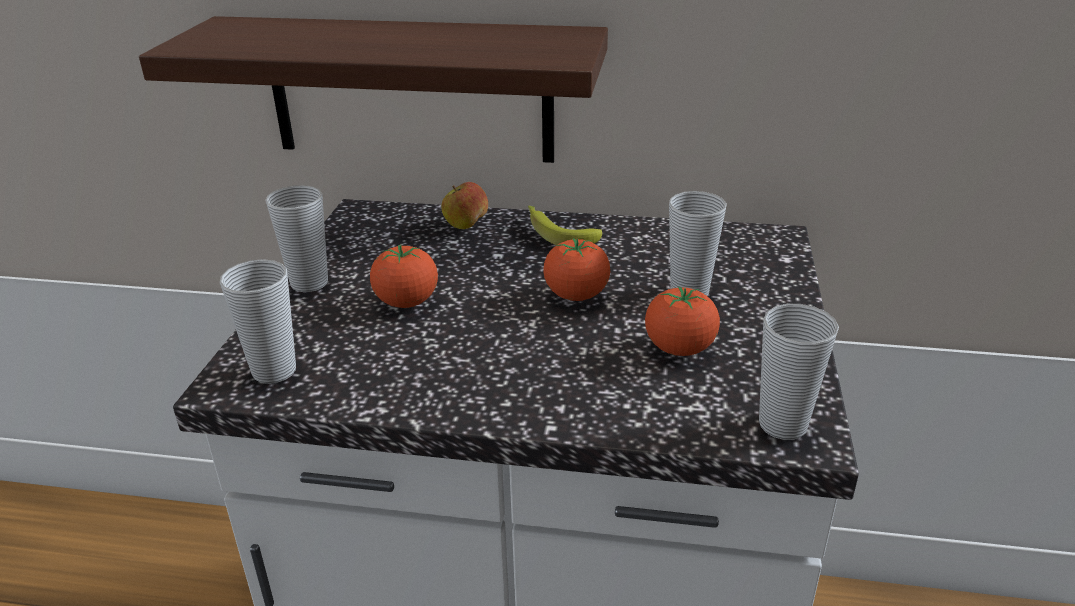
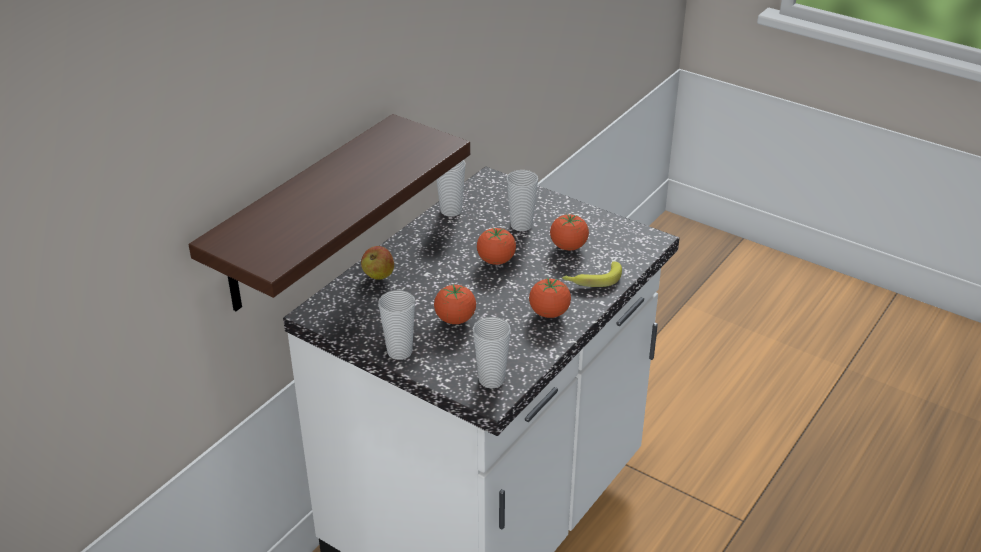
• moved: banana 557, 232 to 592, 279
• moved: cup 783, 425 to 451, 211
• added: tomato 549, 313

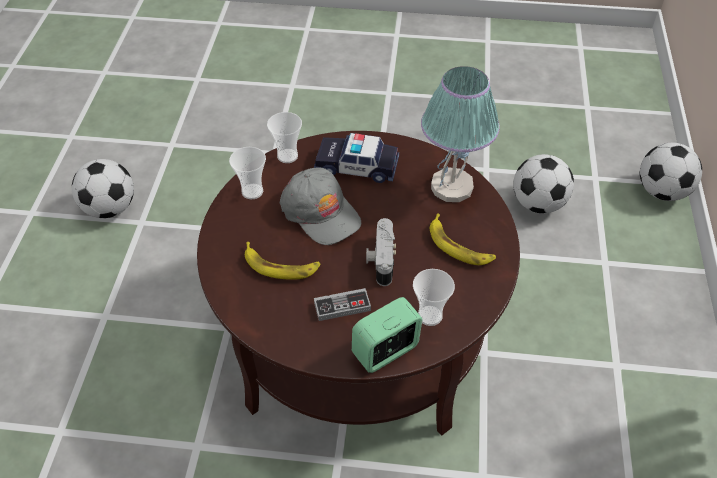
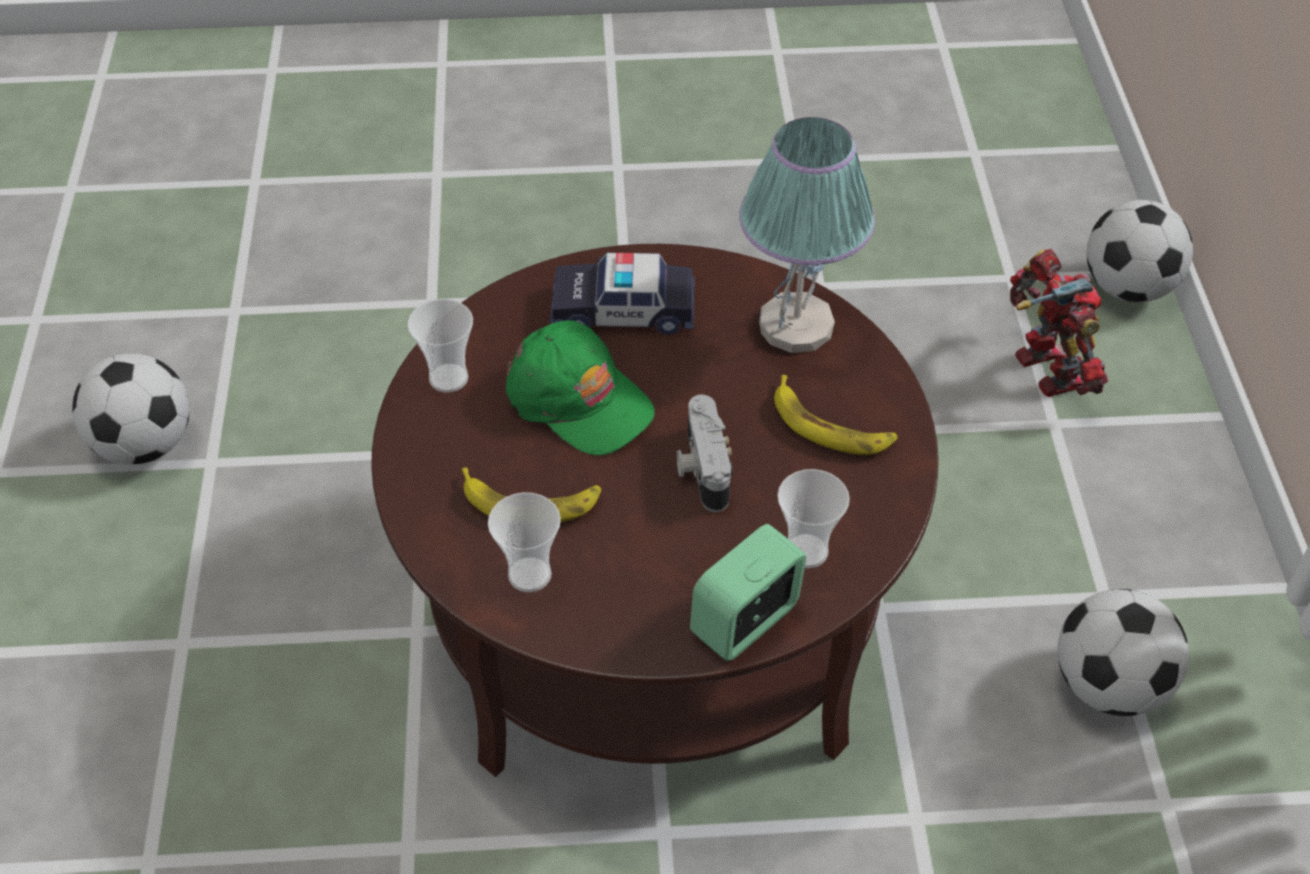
• moved: cup 287, 156 to 529, 574
• moved: football 538, 204 to 1108, 685
• recoloured: cap (grey) 320, 212 to cap (green) 579, 399
• removed: game controller 342, 306
• added: toy robot 1045, 373

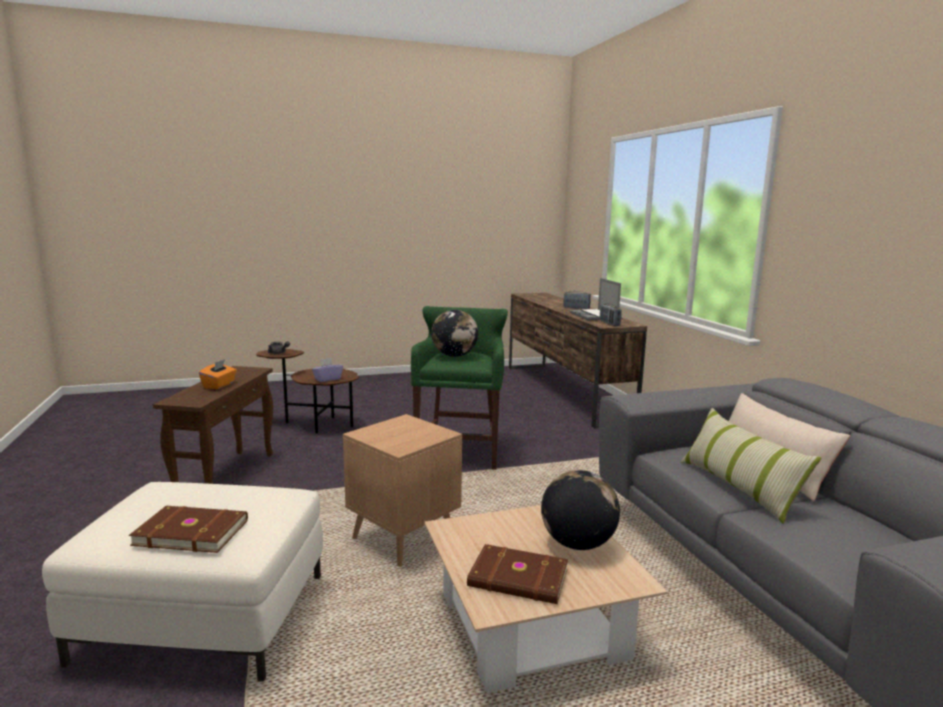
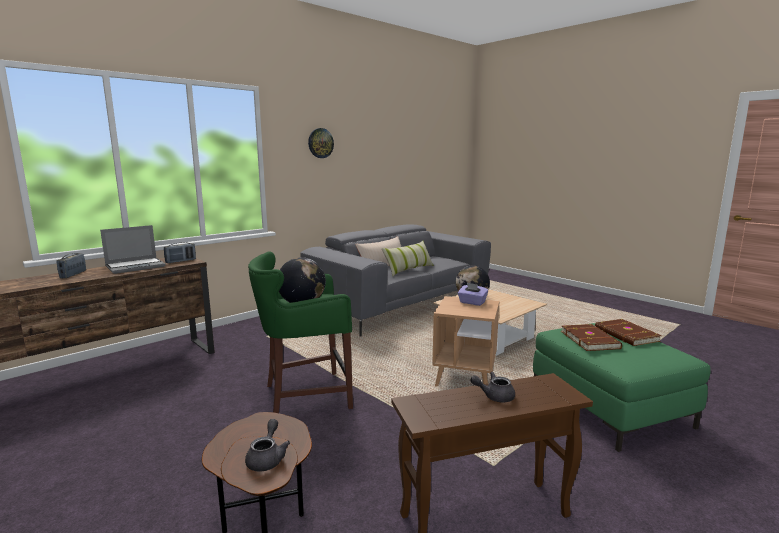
• moved: tissue box (purple) 327, 379 to 472, 302
• replaced: tissue box (orange) 219, 385 to teapot (grey) 494, 396
• recoloured: ottoman (white) 206, 617 to ottoman (green) 608, 407
• moved: book (brown) 518, 579 to 590, 339
• added: wall clock 320, 143

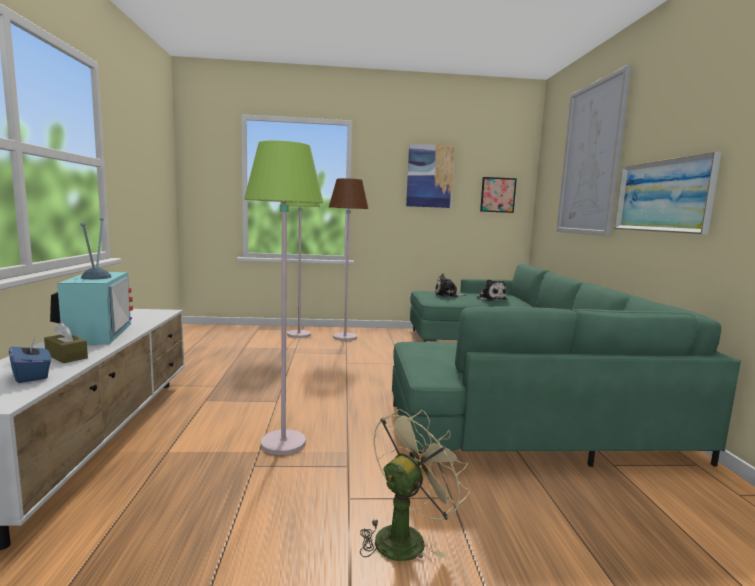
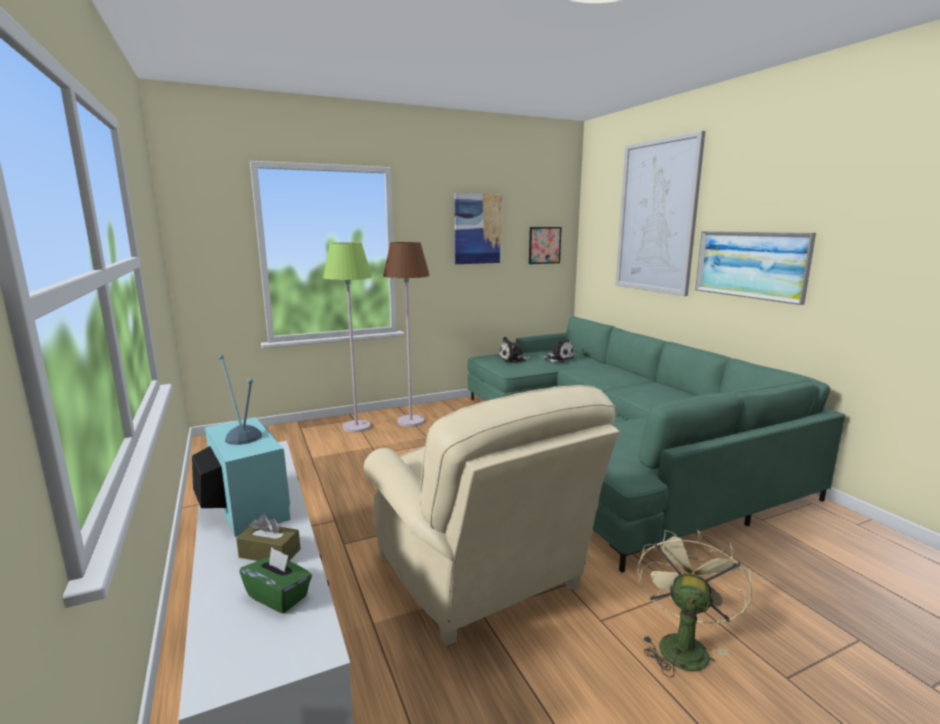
• replaced: floor lamp (green) 283, 443 to armchair (beige) 482, 576
• recoloured: tissue box (blue) 32, 375 to tissue box (green) 279, 596

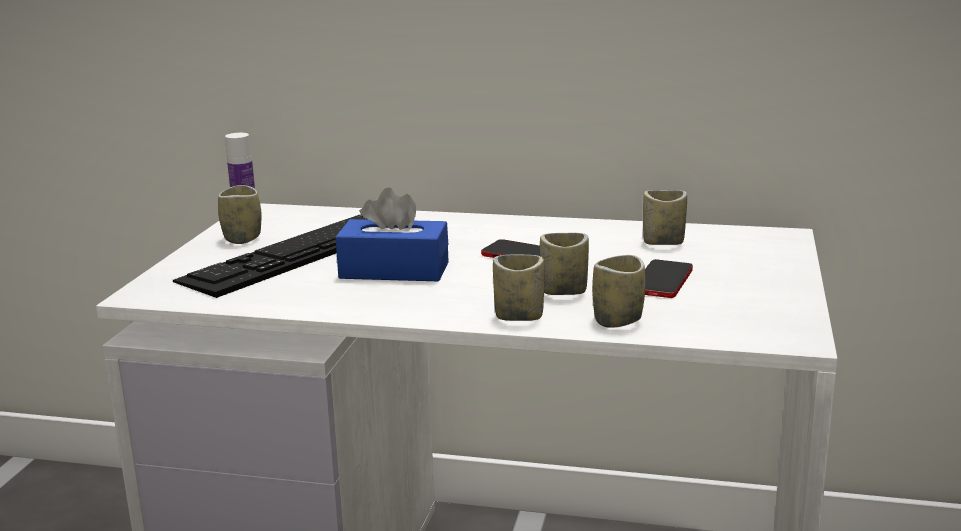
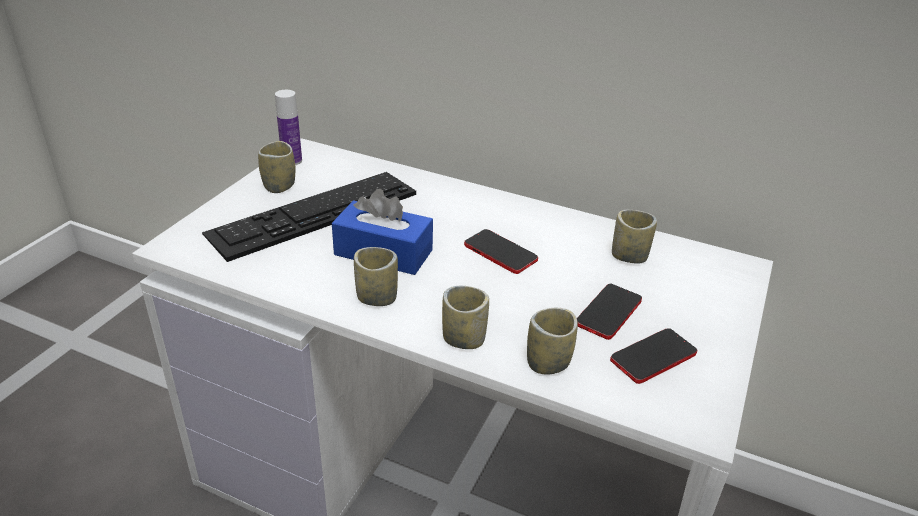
• moved: cup 564, 291 to 377, 297
• added: phone 653, 357

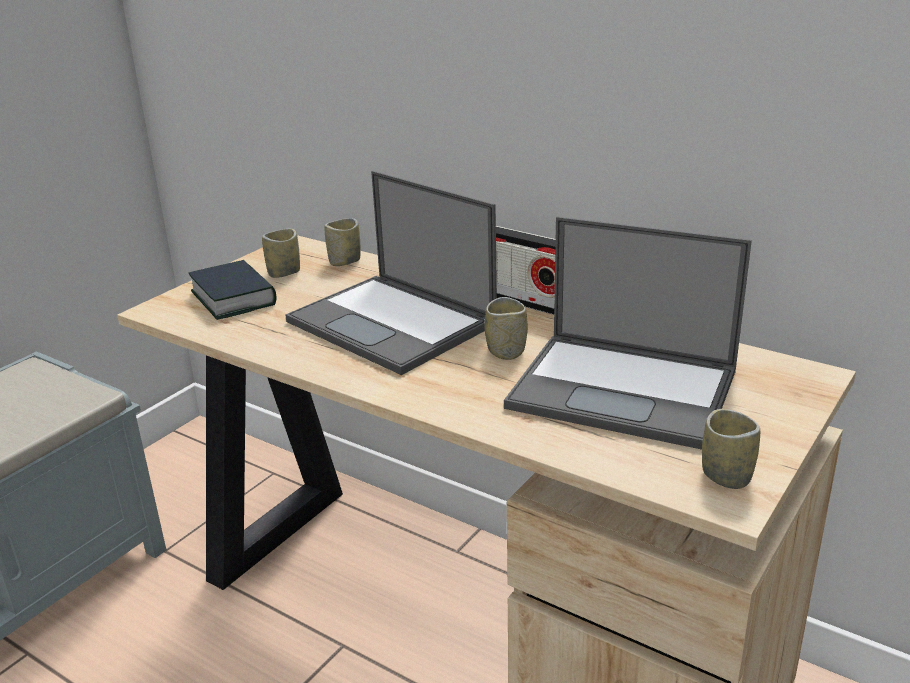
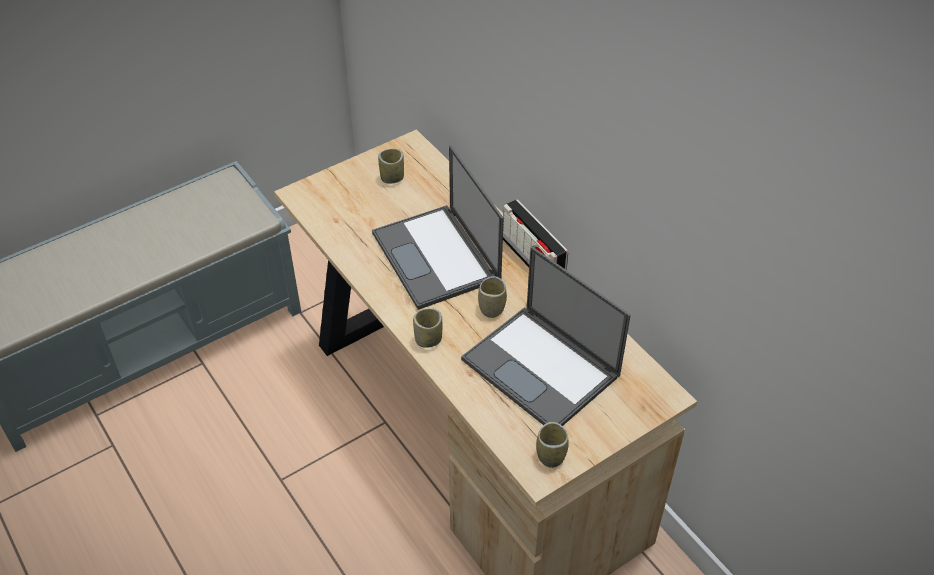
• moved: cup 344, 261 to 428, 339
• removed: book 233, 298

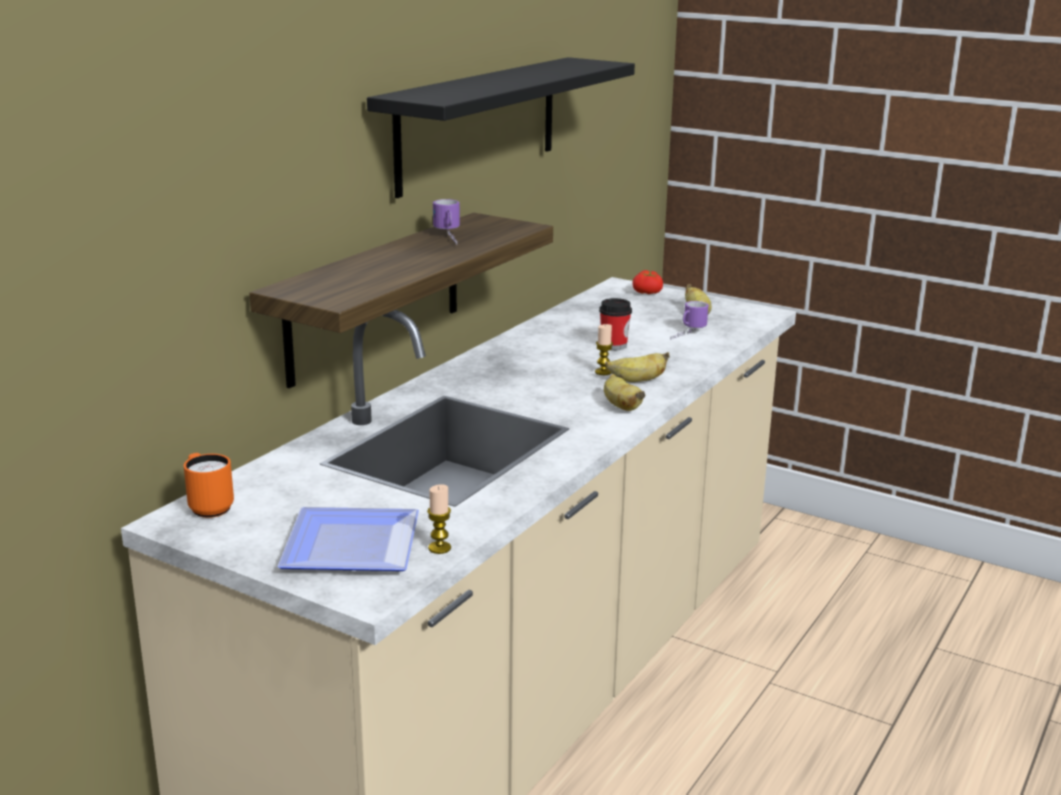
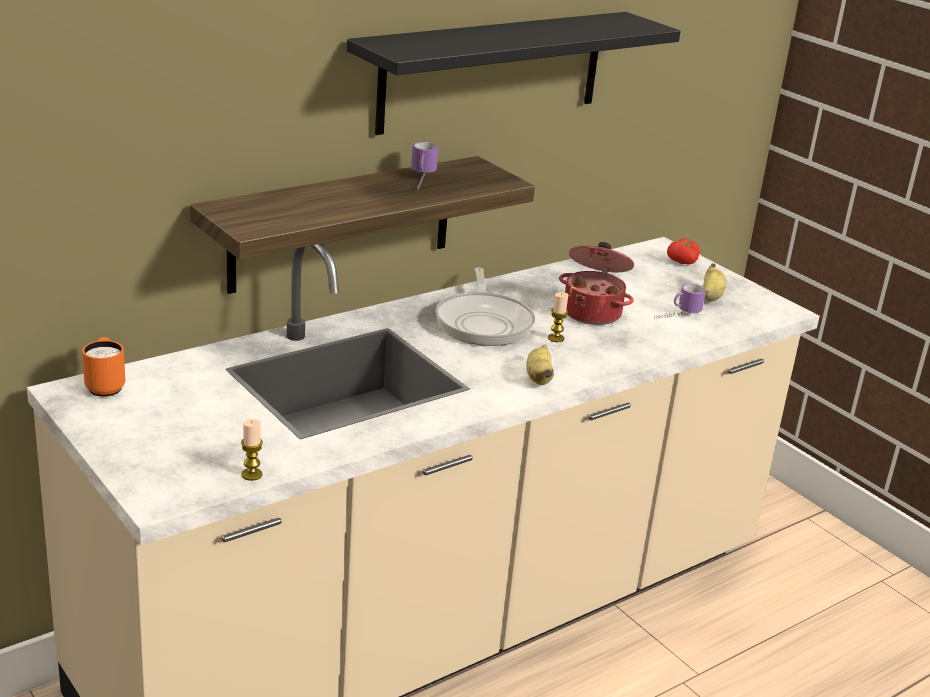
• replaced: cup 614, 346 to cooking pot 593, 313
• removed: banana 637, 381
• removed: plate 346, 548
• added: frying pan 484, 322

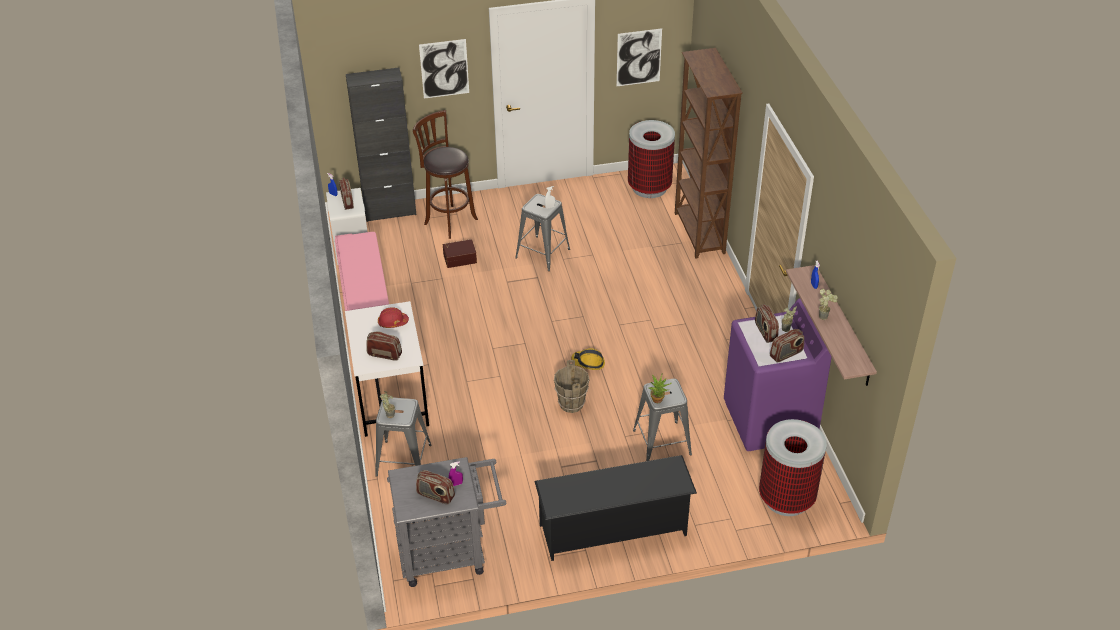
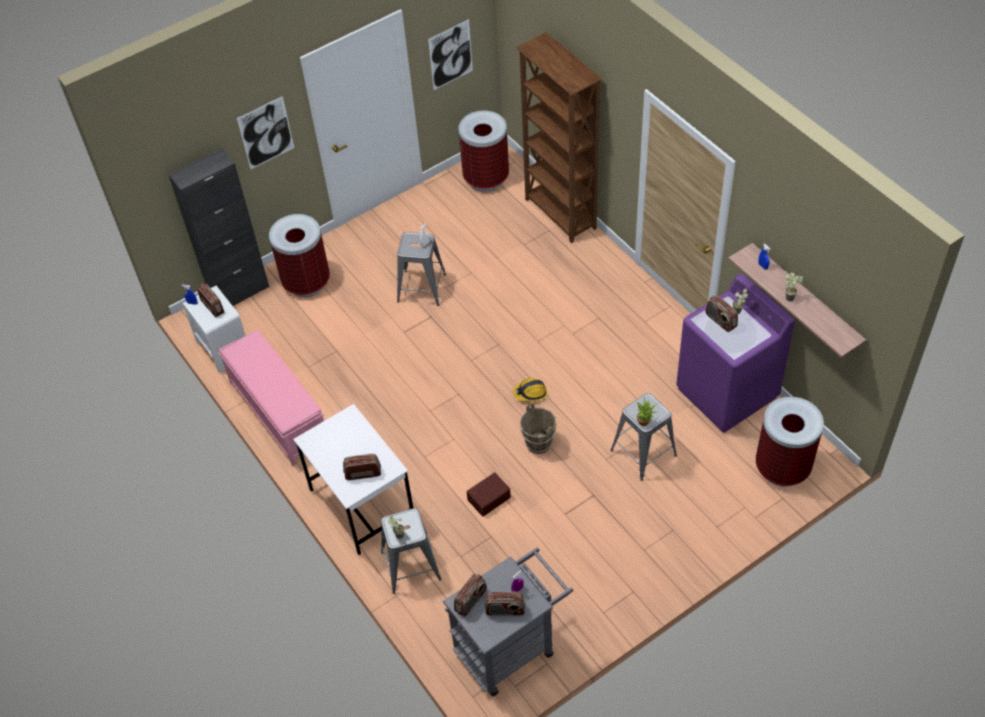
• replaced: stool (brown) 448, 220 to trash can 306, 282
• moved: storage box (brown) 459, 258 to 488, 498
• removed: hard hat (red) 393, 322
• moved: radio 786, 354 to 471, 601
• removed: shoe rack (black) 613, 530

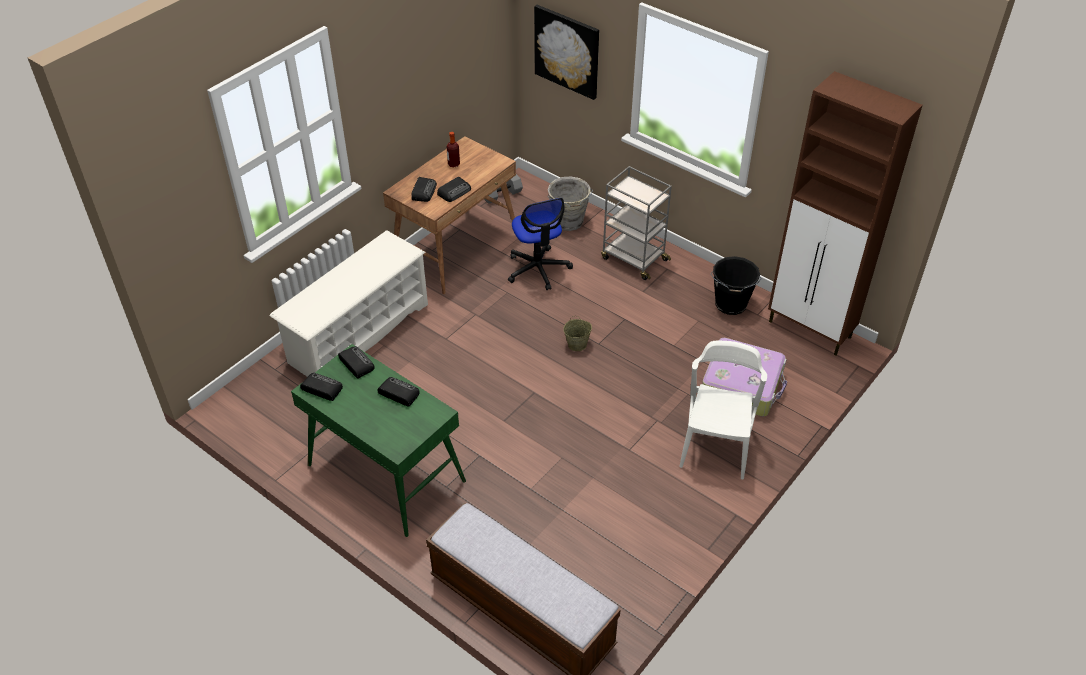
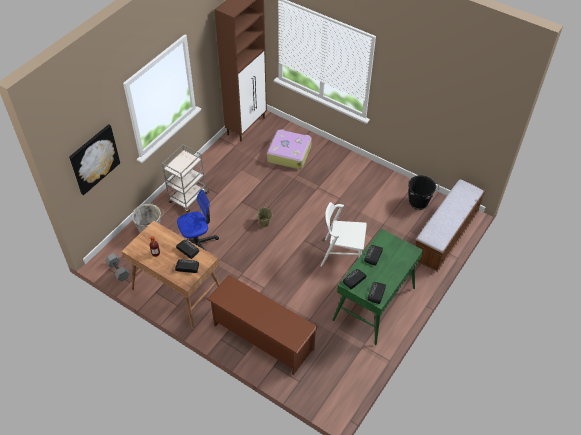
• recoloured: shoe rack (white) 358, 333 to shoe rack (brown) 262, 337
• moved: bucket (black) 730, 305 to 419, 203
• moved: chair (white) 716, 445 to 342, 255

